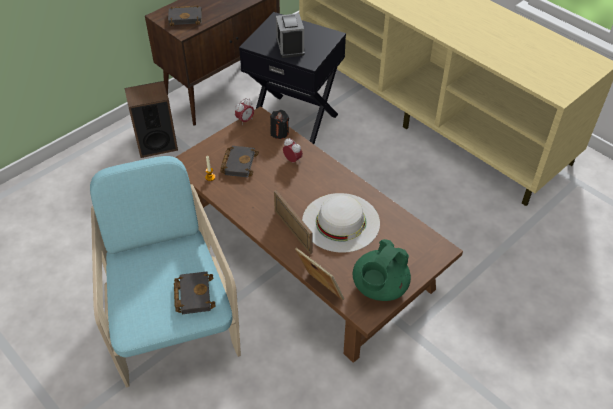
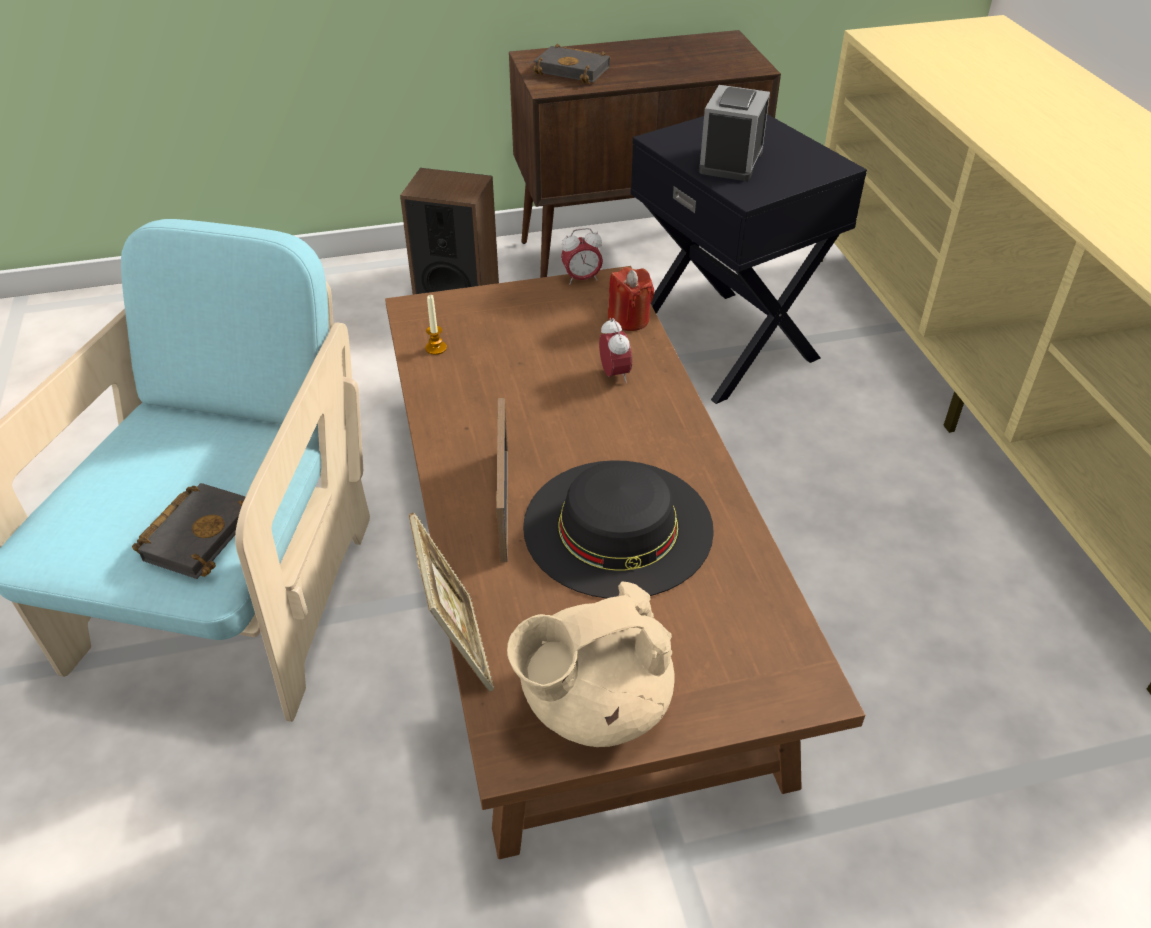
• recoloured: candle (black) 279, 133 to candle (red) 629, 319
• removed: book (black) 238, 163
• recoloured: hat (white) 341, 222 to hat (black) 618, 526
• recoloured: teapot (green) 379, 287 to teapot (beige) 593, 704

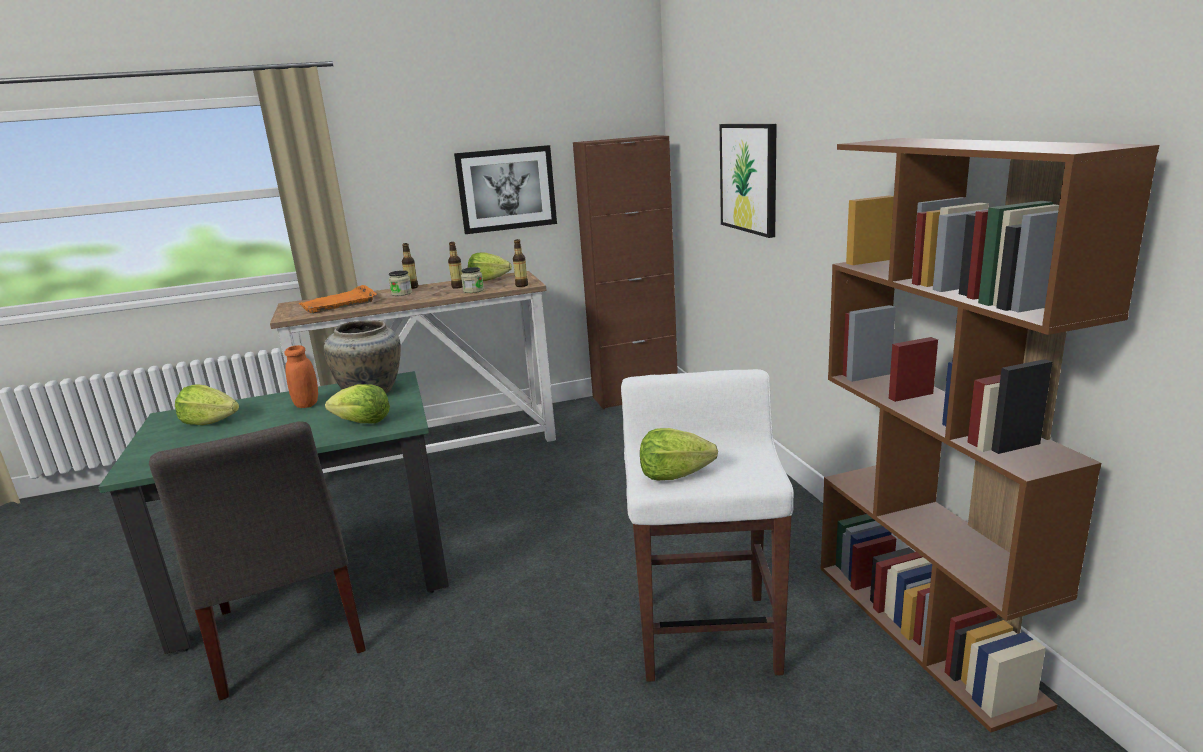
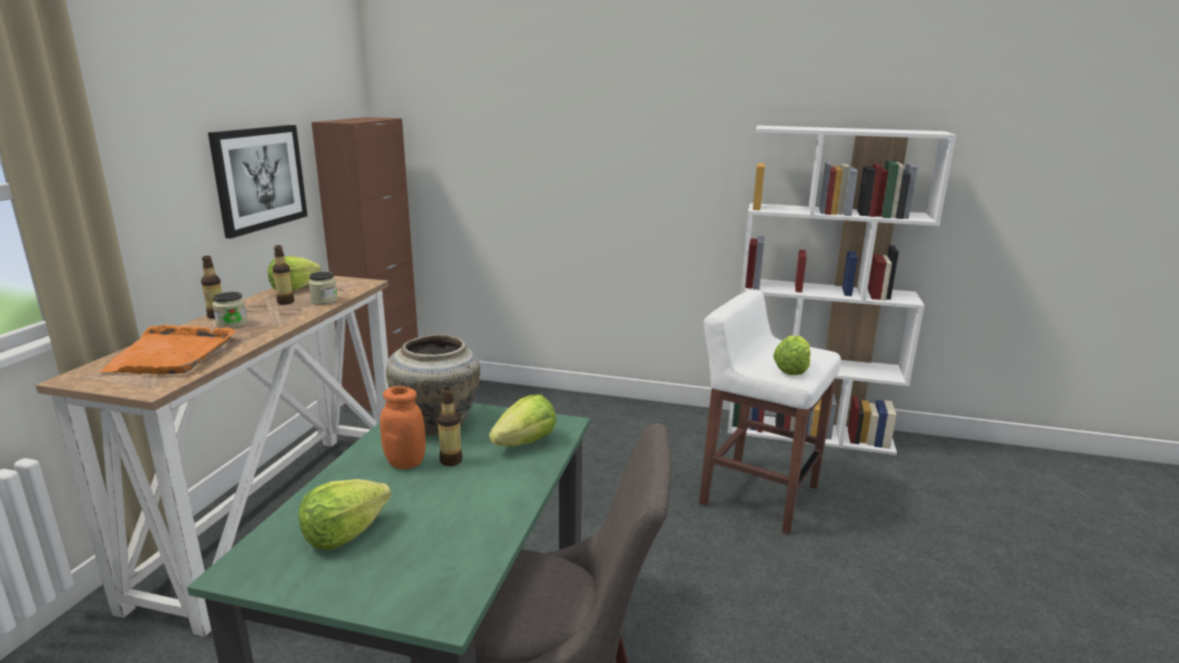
• removed: picture 749, 178
• recoloured: bookcase (brown) 924, 629 to bookcase (white) 809, 433
• moved: bottle 521, 285 to 451, 461

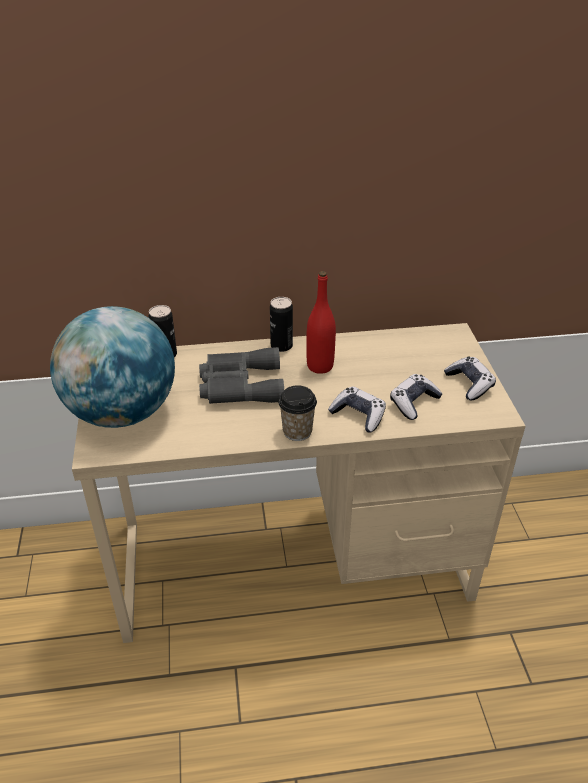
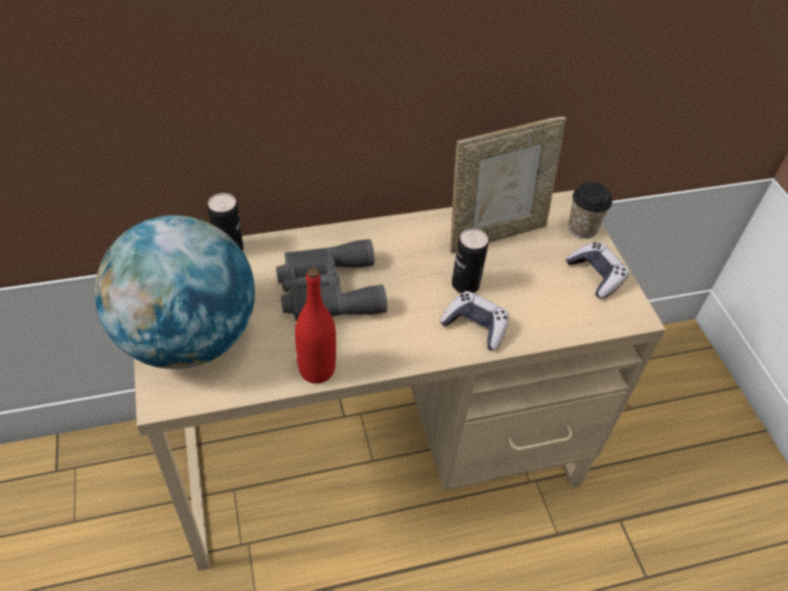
• moved: bottle (red) 320, 366 to 317, 370
• moved: can 281, 346 to 465, 284
• removed: game controller 413, 402
• moved: cup 297, 431 to 582, 228
• added: picture frame 495, 233

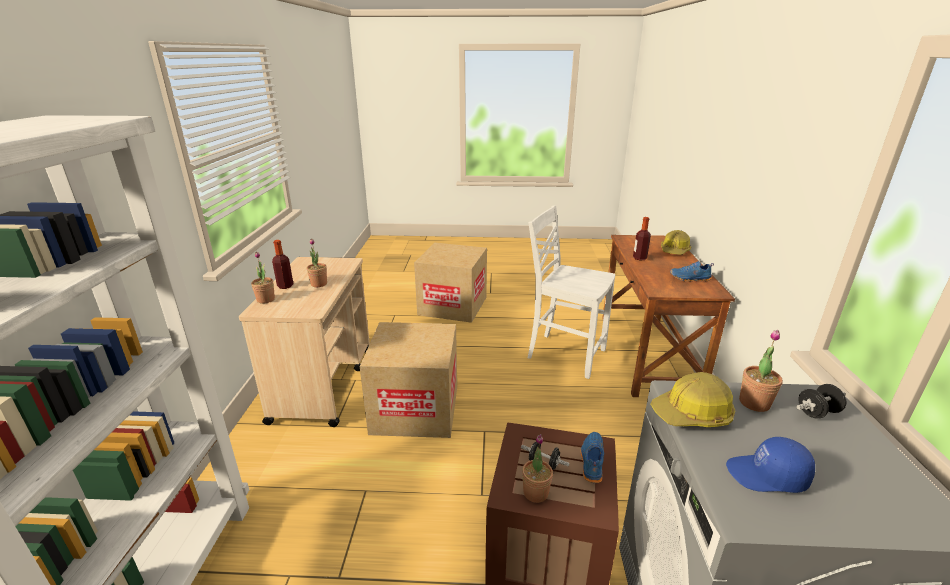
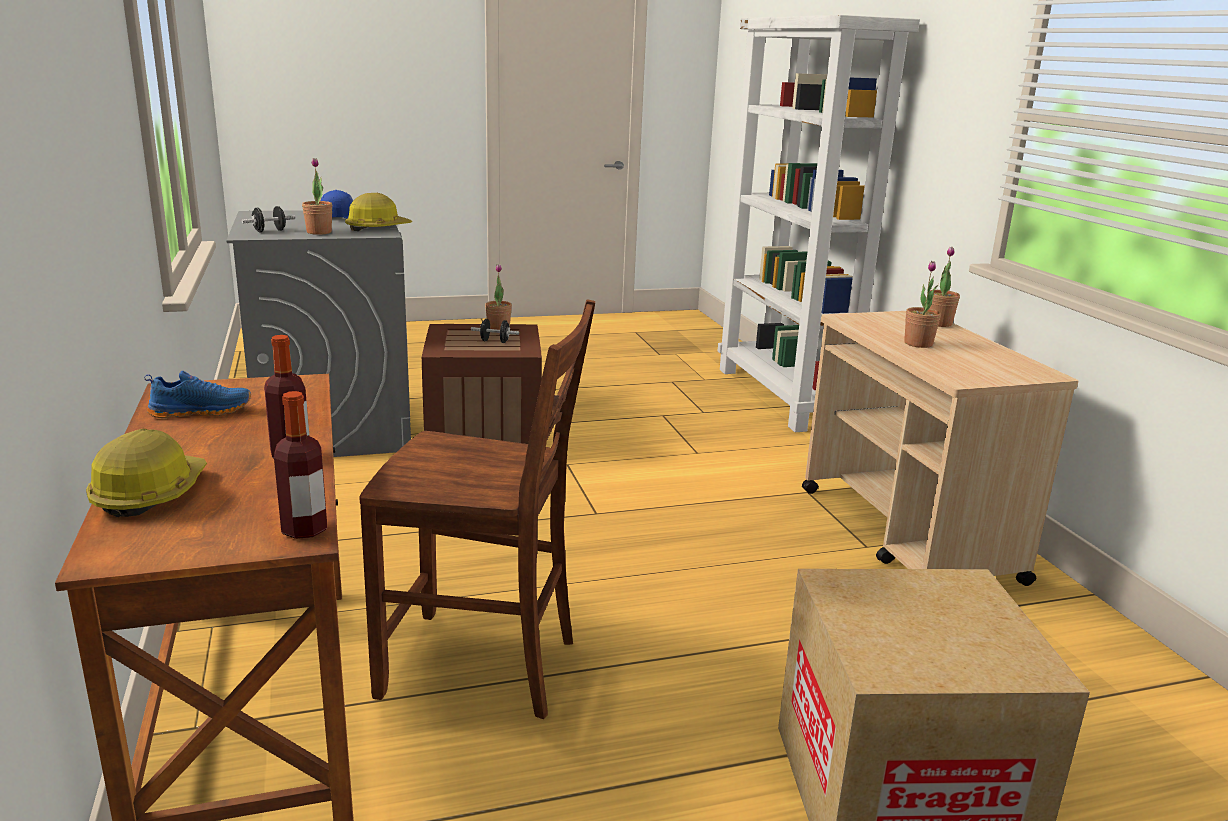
• recoloured: chair (white) 564, 354 to chair (brown) 483, 667
• moved: bottle 285, 286 to 304, 529
• removed: cardboard box 415, 409
• removed: shoe (blue) 591, 461

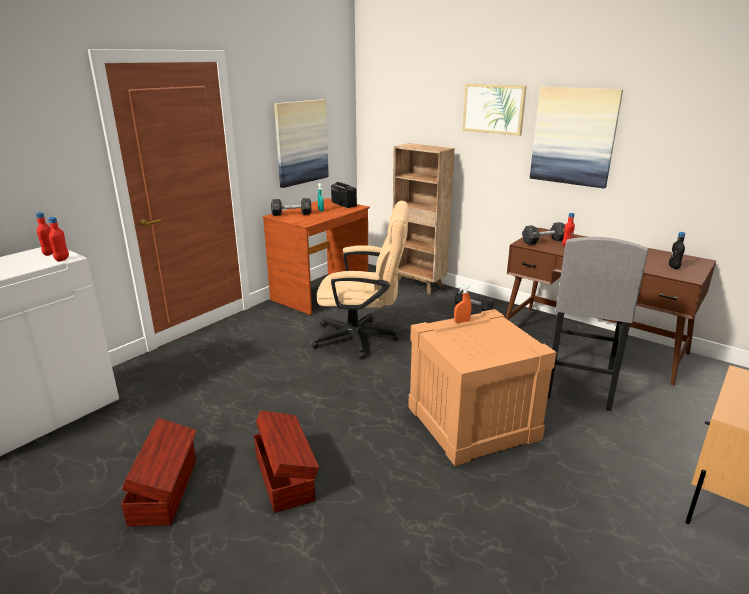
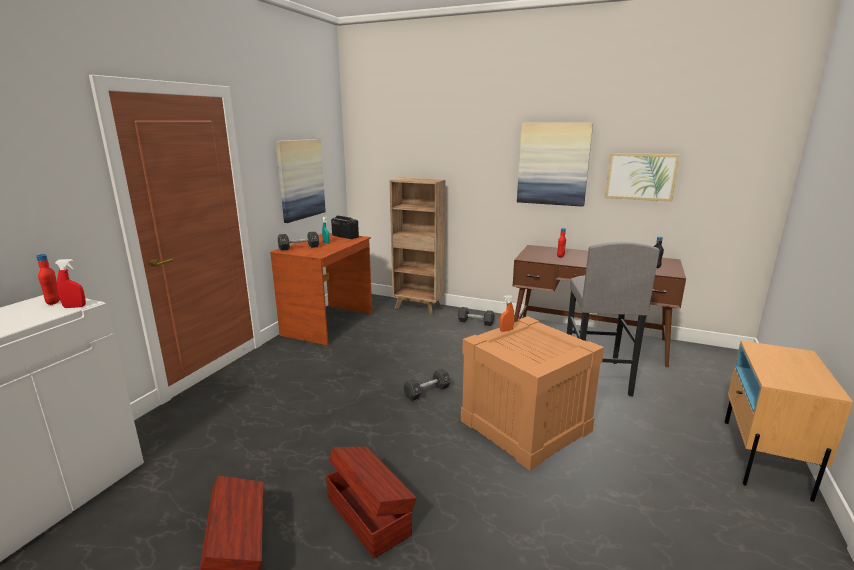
• moved: picture 493, 109 to 640, 176
• removed: office chair (beige) 363, 338
• replaced: bottle (red) 62, 259 to spray bottle (red) 74, 307
• moved: dumbbell (black) 543, 241 to 427, 392

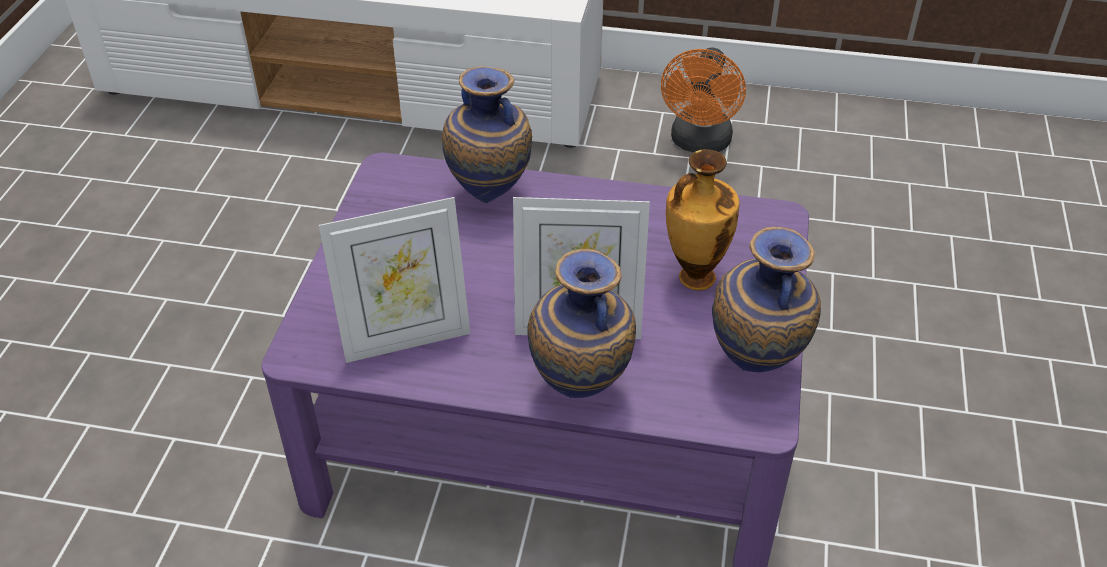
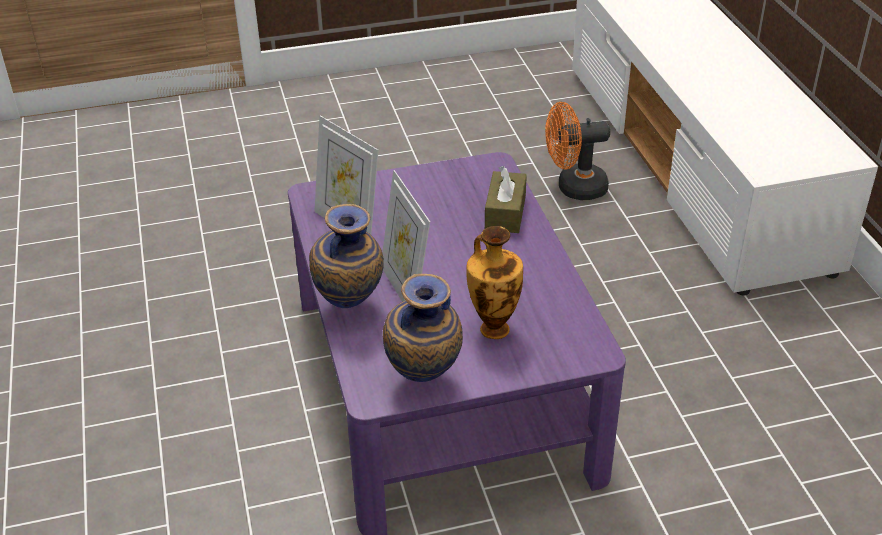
• moved: fan (orange) 699, 143 to 574, 188
• replaced: vase 491, 195 to tissue box (brown) 505, 213

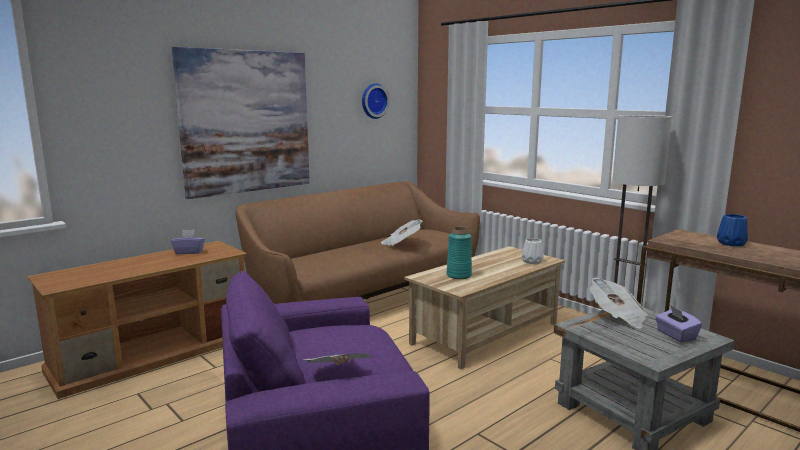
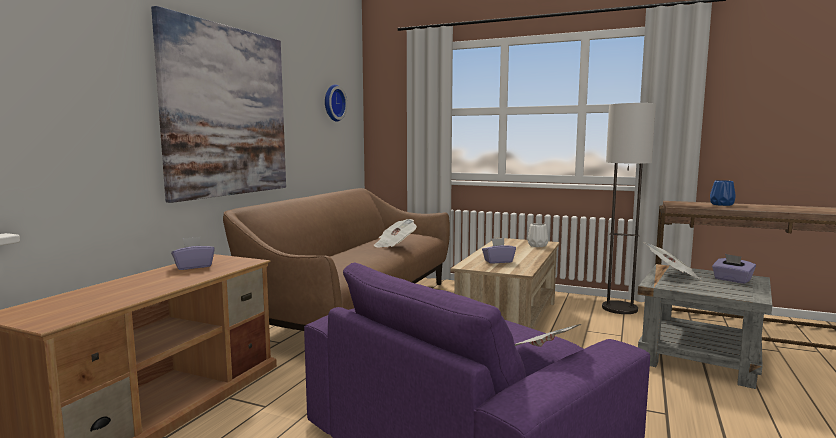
• replaced: vase (turquoise) 458, 275 to tissue box (purple) 498, 261

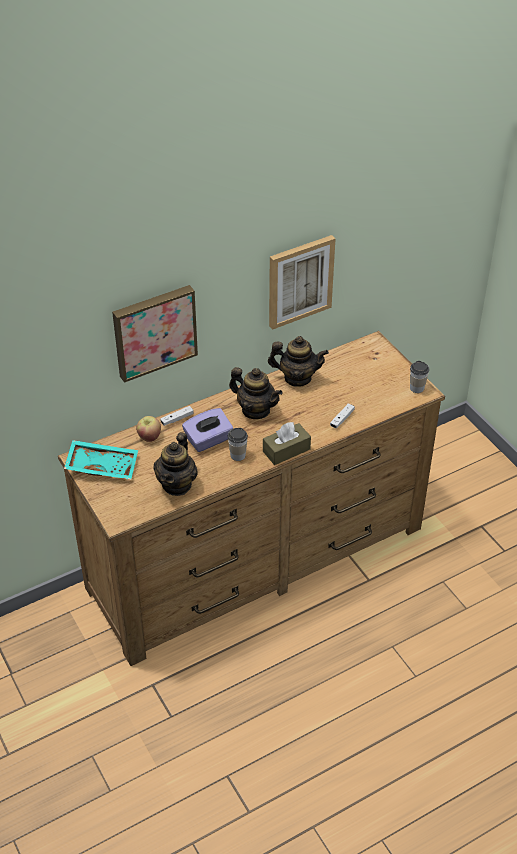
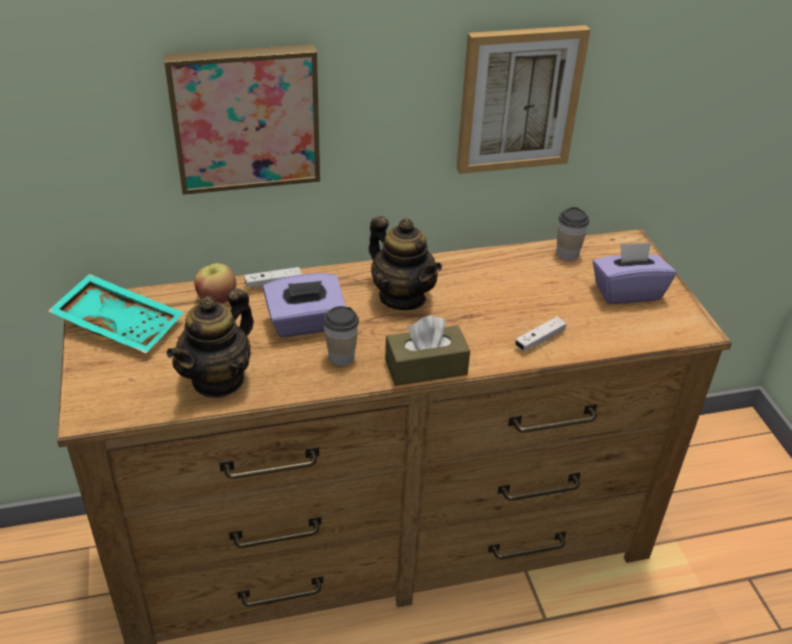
• removed: teapot 297, 378
• moved: cup 417, 388 to 567, 254
• added: tissue box (purple) 627, 292

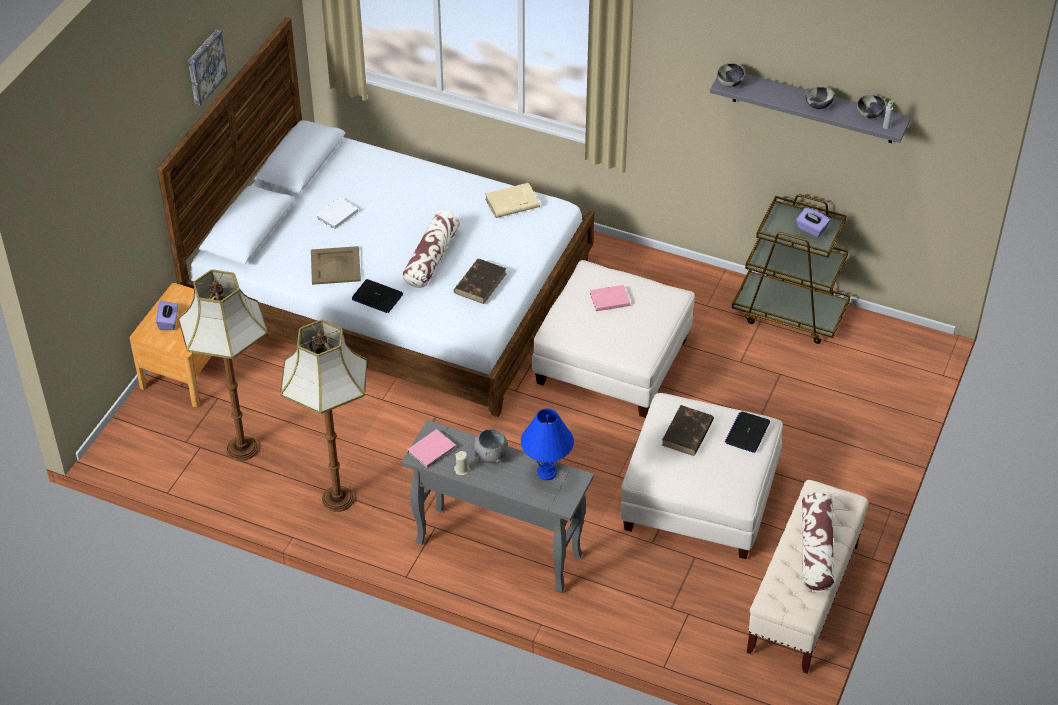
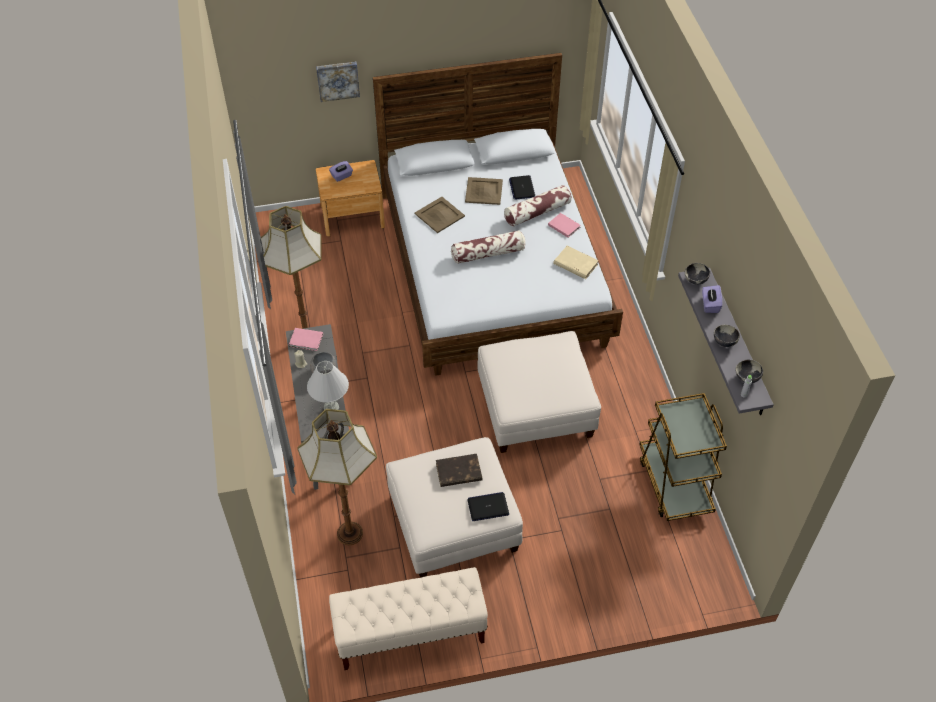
• moved: picture 205, 66 to 338, 80
• replaced: book (white) 336, 215 to tray (beige) 483, 191
• moved: tissue box (purple) 811, 229 to 710, 304
• removed: book (brown) 480, 283
• moved: floor lamp 243, 448 to 350, 534
• moved: laptop 377, 297 to 522, 188
• moved: book (pink) 608, 299 to 563, 225
• recoloured: table lamp (blue) 546, 473 to table lamp (white) 331, 407
• moved: pillow 816, 550 to 537, 212

